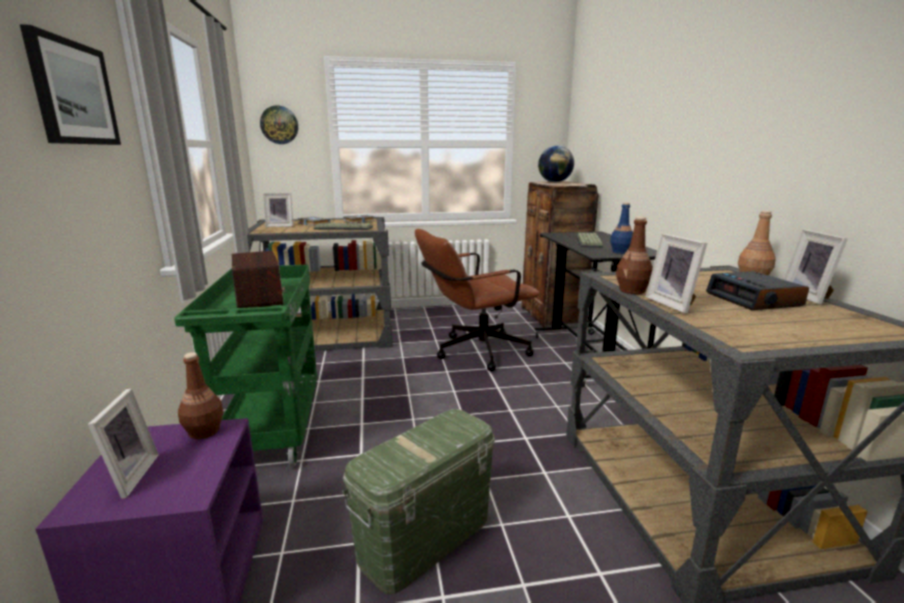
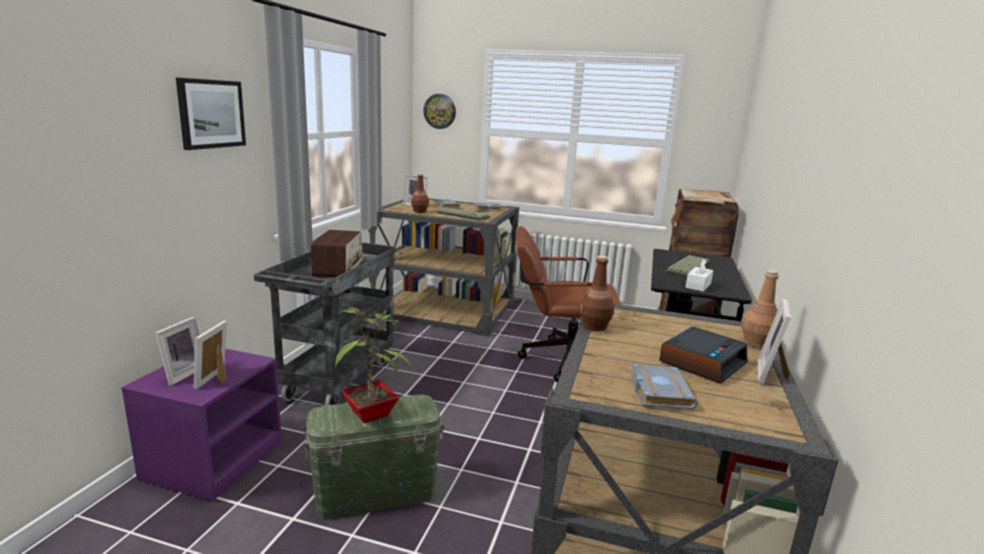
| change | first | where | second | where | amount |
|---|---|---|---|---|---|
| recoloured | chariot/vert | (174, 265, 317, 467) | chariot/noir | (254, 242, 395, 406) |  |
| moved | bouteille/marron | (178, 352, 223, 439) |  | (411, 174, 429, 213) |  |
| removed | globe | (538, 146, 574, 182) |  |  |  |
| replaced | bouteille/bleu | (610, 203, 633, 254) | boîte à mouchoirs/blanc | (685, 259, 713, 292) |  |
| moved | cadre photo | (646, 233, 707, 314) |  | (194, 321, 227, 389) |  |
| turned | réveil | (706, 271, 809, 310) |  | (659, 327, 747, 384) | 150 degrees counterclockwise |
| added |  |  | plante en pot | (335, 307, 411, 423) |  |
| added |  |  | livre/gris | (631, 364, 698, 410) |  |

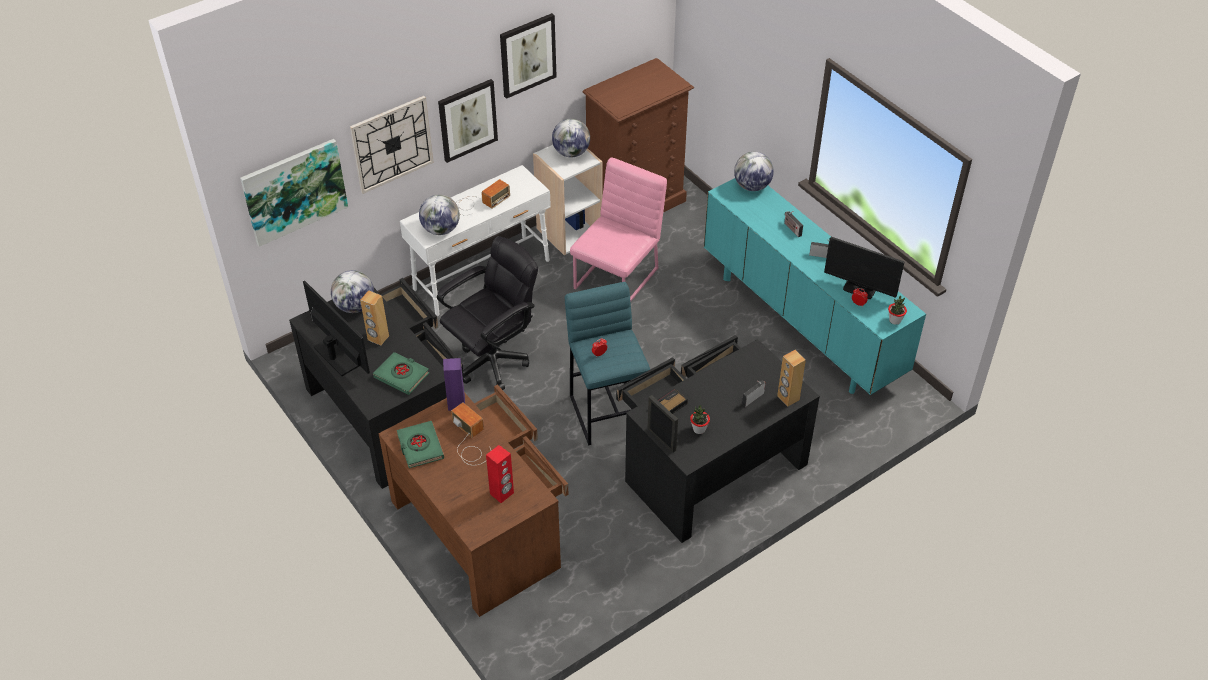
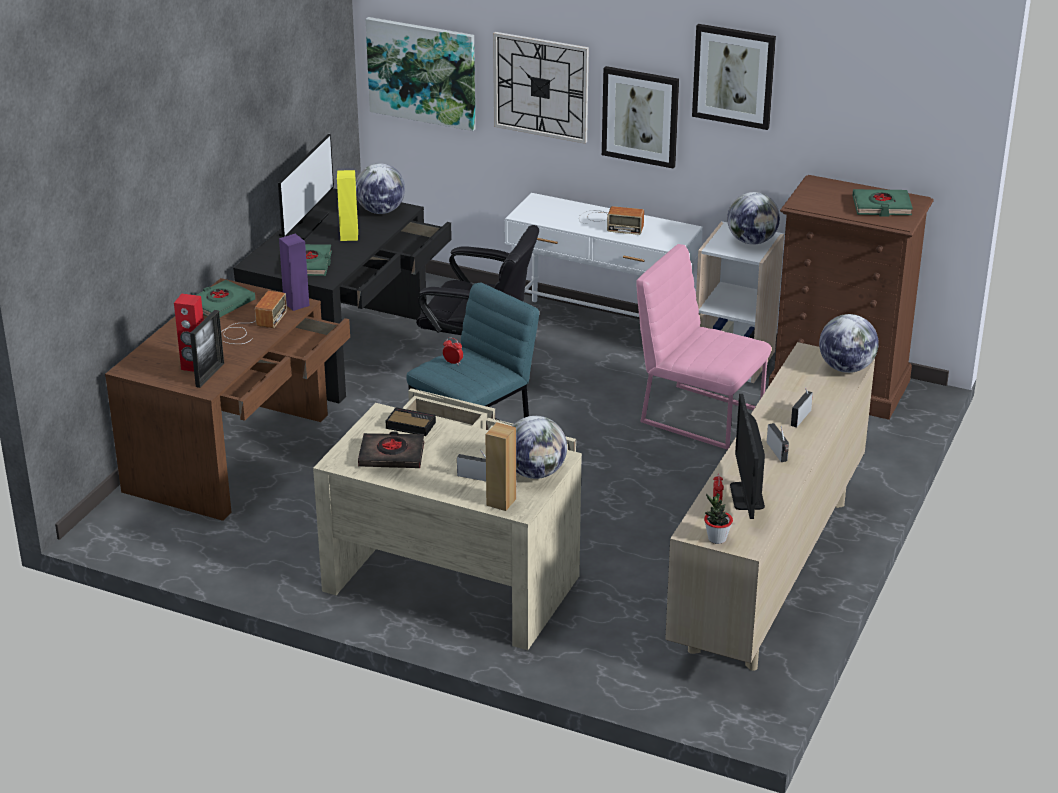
| change | first | where | second | where | amount |
|---|---|---|---|---|---|
| recoloured | enceinte/marron | (360, 290, 389, 345) | enceinte/jaune | (337, 170, 358, 241) |  |
| moved | globe | (419, 195, 460, 235) |  | (513, 416, 567, 479) |  |
| turned | chaise/rose | (570, 157, 667, 301) |  | (636, 244, 771, 450) | 150 degrees counterclockwise |
| recoloured | bureau/noir | (616, 335, 820, 543) | bureau/beige | (313, 388, 582, 650) |  |
| moved | cadre photo | (648, 395, 678, 453) |  | (190, 310, 224, 388) |  |
| replaced | plante en pot | (690, 405, 710, 434) | livre/noir | (358, 431, 424, 468) |  |
| recoloured | meuble de rangement/turquoise | (704, 178, 926, 395) | meuble de rangement/beige | (665, 342, 875, 671) |  |
| added |  |  | livre/vert | (852, 189, 913, 217) |  |

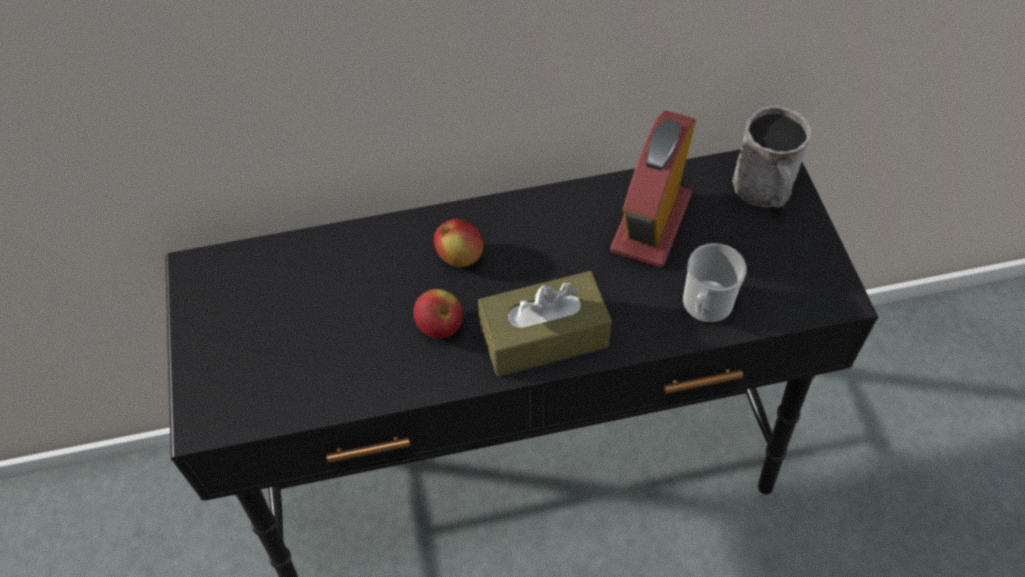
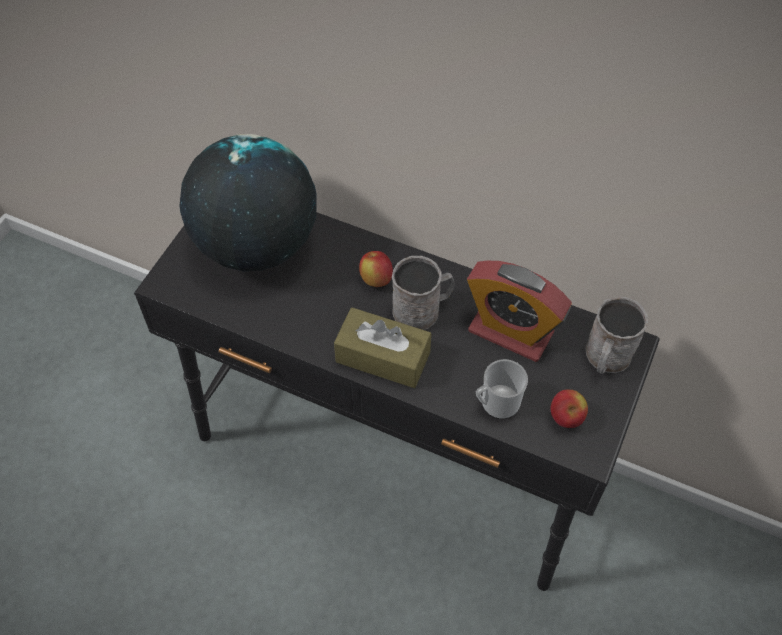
| change | first | where | second | where | amount |
|---|---|---|---|---|---|
| moved | pomme | (413, 289, 463, 339) |  | (550, 389, 588, 428) |  |
| turned | réveil | (610, 111, 696, 268) |  | (467, 261, 572, 362) | 120 degrees counterclockwise |
| added |  |  | globe | (179, 134, 316, 271) |  |
| added |  |  | mug/gris | (392, 256, 454, 330) |  |

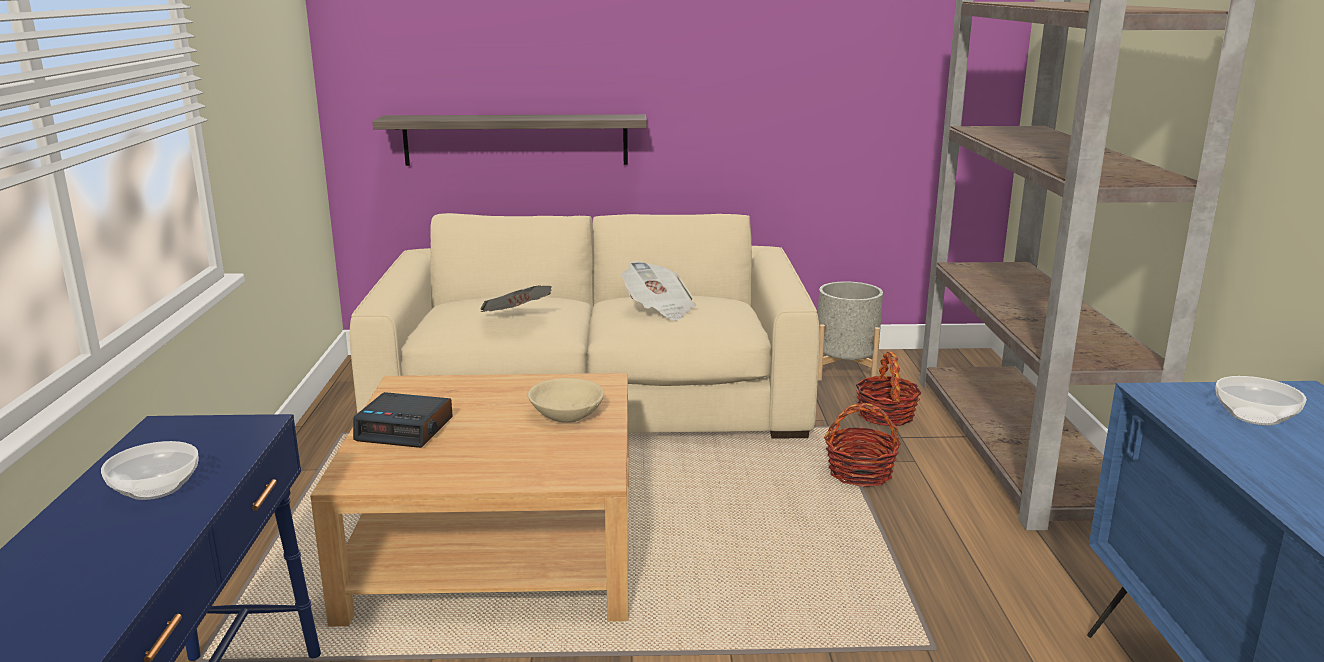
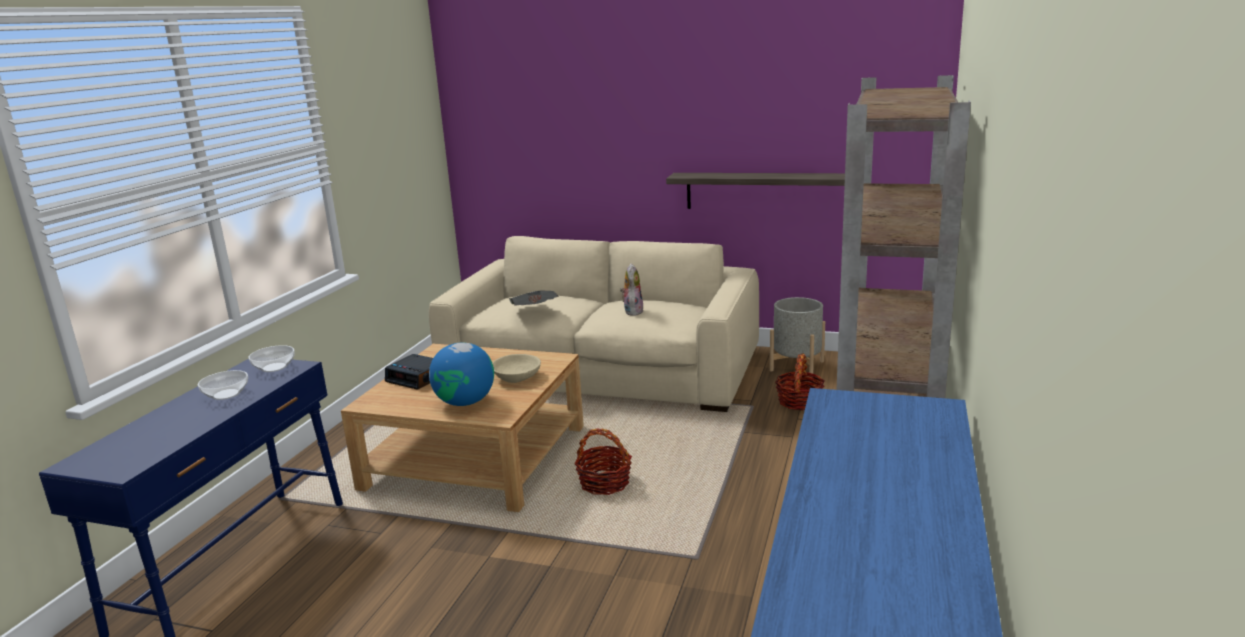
| change | first | where | second | where | amount |
|---|---|---|---|---|---|
| moved | étagère | (372, 114, 647, 166) |  | (666, 173, 845, 209) |  |
| replaced | journal | (622, 261, 696, 321) | peluche | (620, 263, 644, 316) |  |
| moved | panier | (824, 403, 901, 487) |  | (574, 428, 632, 495) |  |
| moved | bol | (1216, 376, 1307, 426) |  | (248, 345, 295, 372) |  |
| added |  |  | globe | (429, 343, 494, 406) |  |

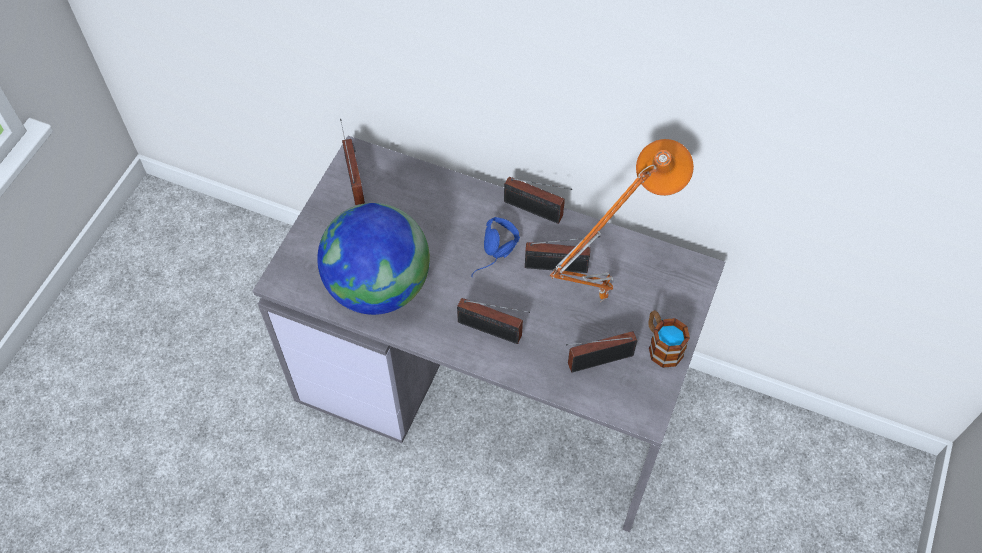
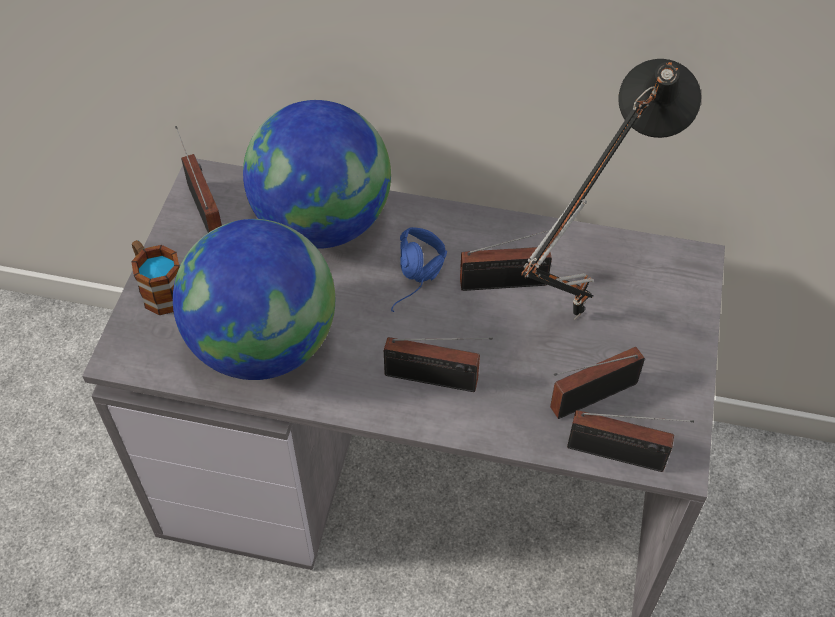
| change | first | where | second | where | amount |
|---|---|---|---|---|---|
| moved | radio | (504, 177, 572, 224) |  | (567, 410, 694, 472) |  |
| recoloured | lampe de table/orange | (550, 139, 694, 302) | lampe de table/noir | (521, 59, 701, 320) |  |
| moved | mug | (648, 310, 690, 368) |  | (131, 240, 180, 315) |  |
| added |  |  | globe | (243, 100, 391, 249) |  |

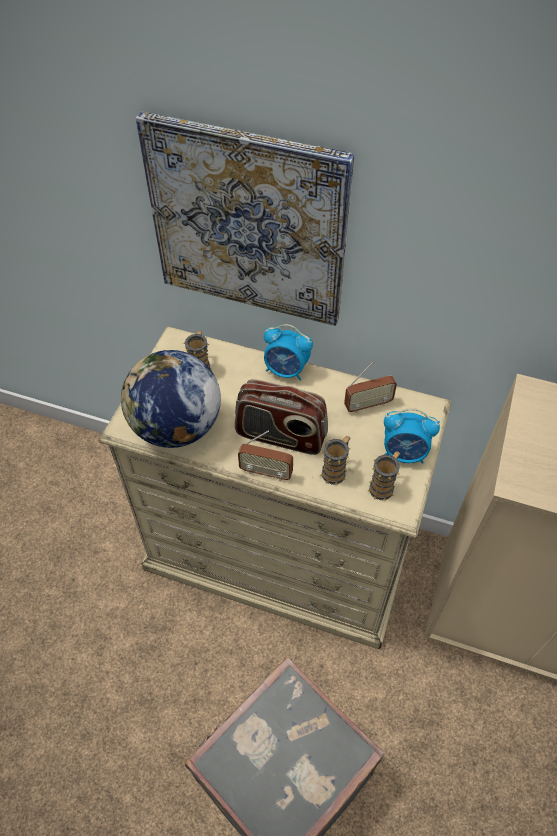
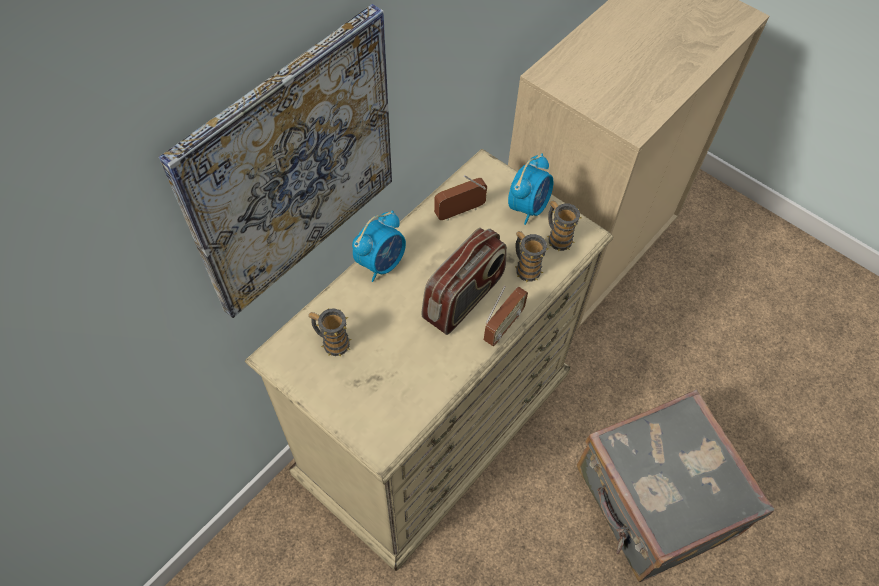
| change | first | where | second | where | amount |
|---|---|---|---|---|---|
| removed | globe | (121, 350, 221, 448) |  |  |  |
| turned | radio | (344, 361, 397, 413) |  | (434, 175, 487, 221) | 120 degrees counterclockwise |

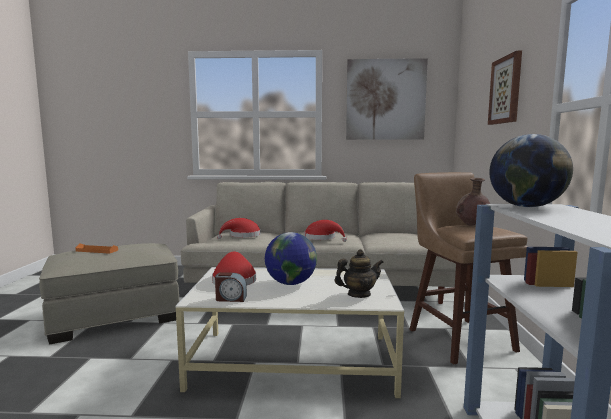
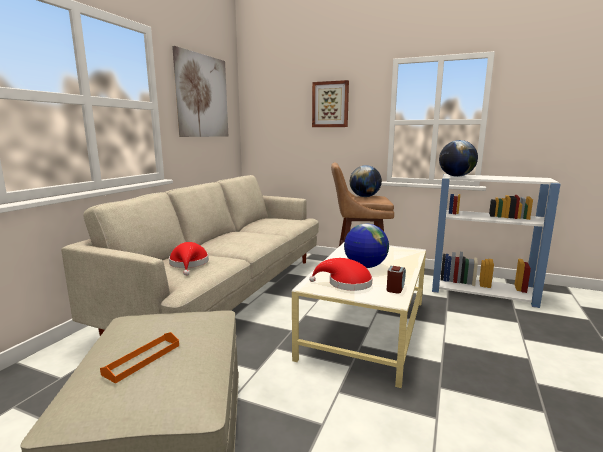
| change | first | where | second | where | amount |
|---|---|---|---|---|---|
| removed | chapeau/rouge | (304, 220, 347, 242) |  |  |  |
| removed | théière | (335, 249, 384, 298) |  |  |  |
| replaced | vase/marron | (456, 178, 490, 226) | globe | (350, 165, 382, 197) |  |

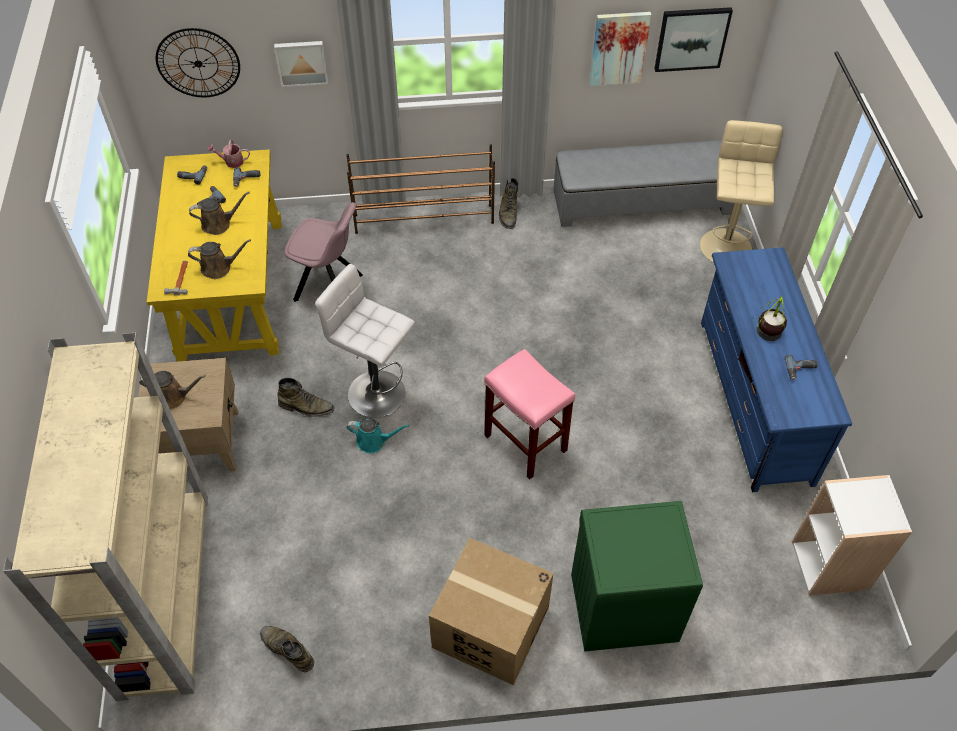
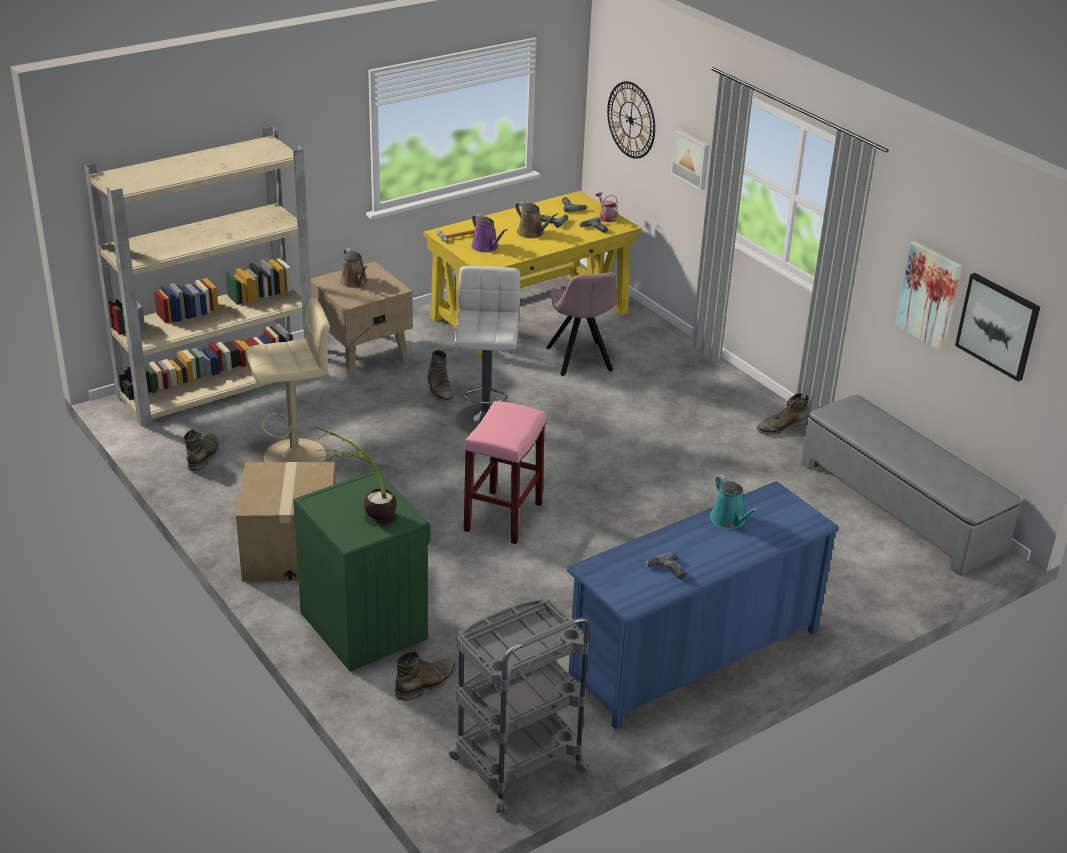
| change | first | where | second | where | amount |
|---|---|---|---|---|---|
| recoloured | arrosoir/marron | (188, 239, 251, 279) | arrosoir/violet | (471, 214, 507, 253) |  |
| removed | étagère à chaussures/marron | (346, 144, 495, 234) |  |  |  |
| moved | arrosoir/turquoise | (346, 418, 410, 453) |  | (710, 475, 759, 529) |  |
| moved | tabouret/beige | (700, 120, 783, 262) |  | (245, 297, 330, 462) |  |
| moved | plante en pot | (754, 296, 787, 341) |  | (315, 427, 397, 526) |  |
| replaced | bibliothèque | (792, 475, 912, 596) | chariot/gris | (449, 597, 590, 813) |  |
| added |  |  | botte/vert | (395, 650, 456, 701) |  |

